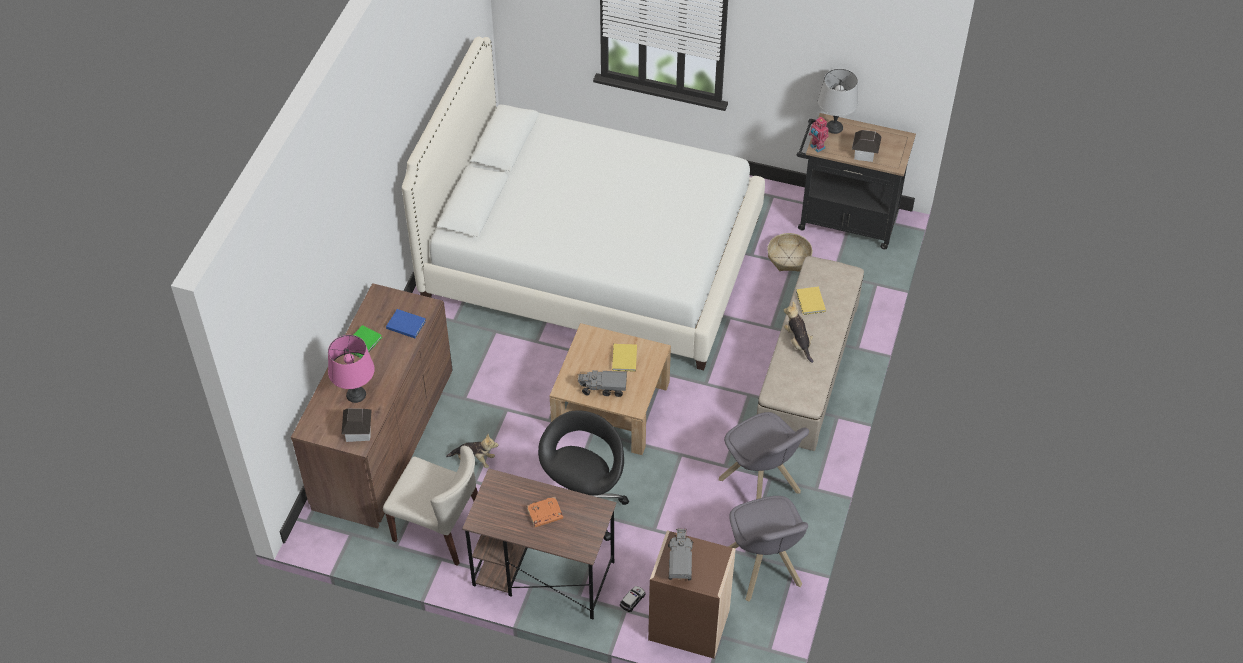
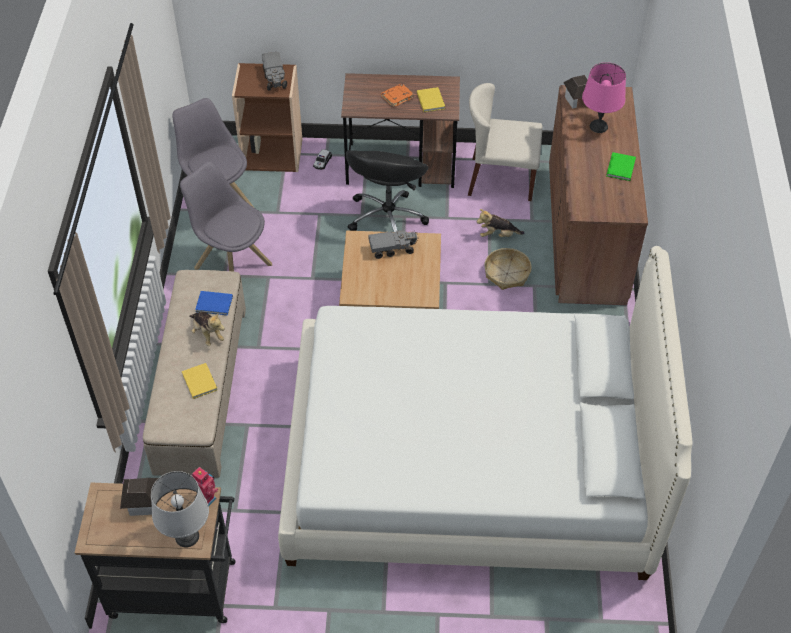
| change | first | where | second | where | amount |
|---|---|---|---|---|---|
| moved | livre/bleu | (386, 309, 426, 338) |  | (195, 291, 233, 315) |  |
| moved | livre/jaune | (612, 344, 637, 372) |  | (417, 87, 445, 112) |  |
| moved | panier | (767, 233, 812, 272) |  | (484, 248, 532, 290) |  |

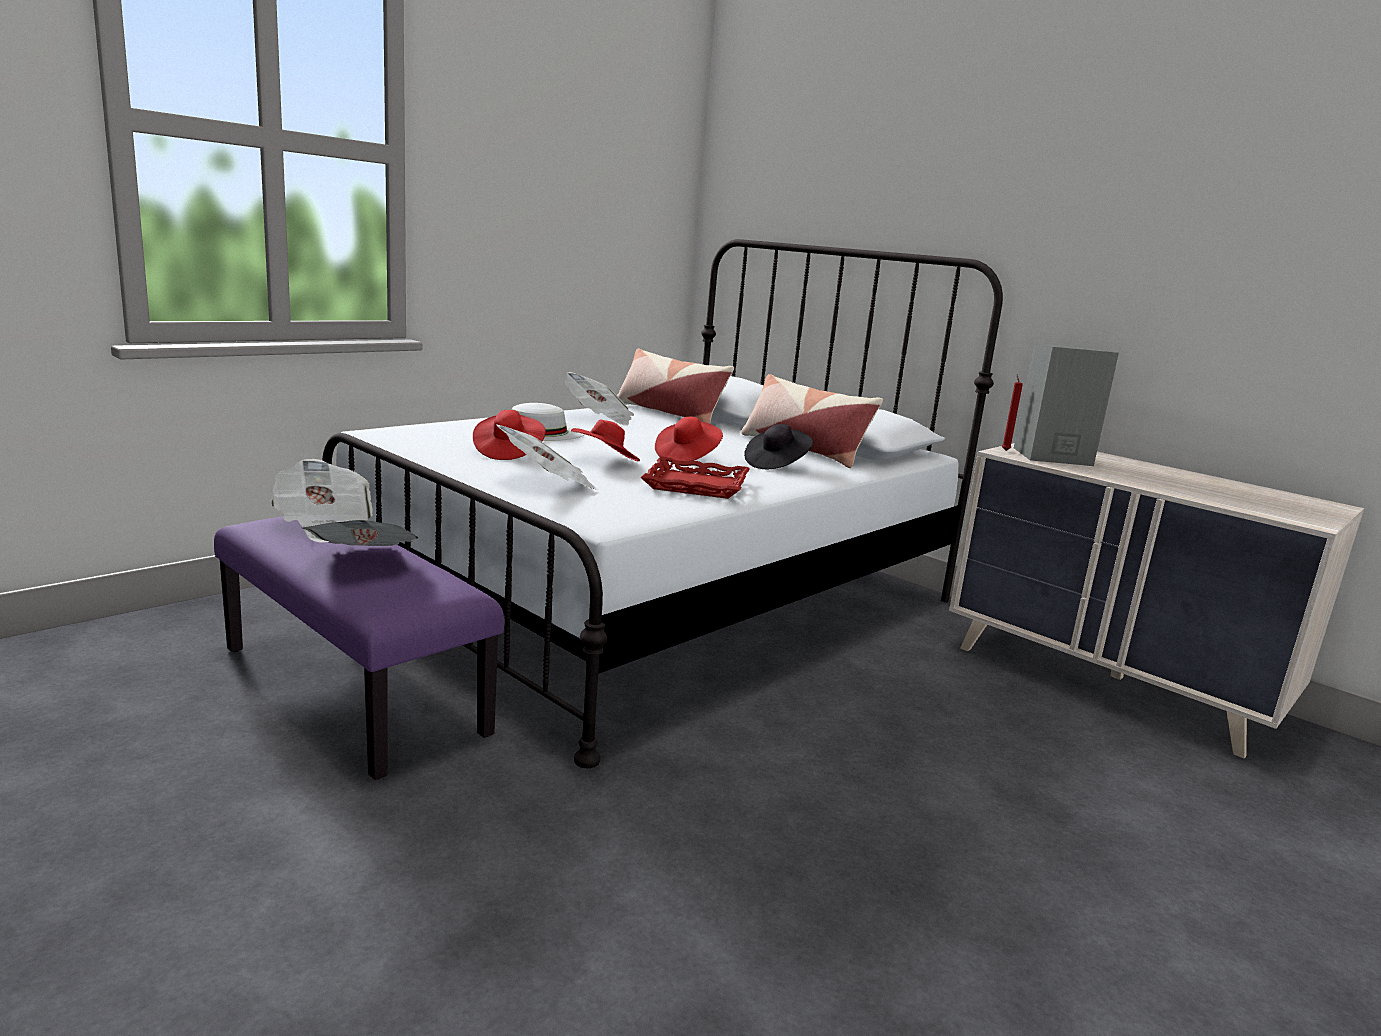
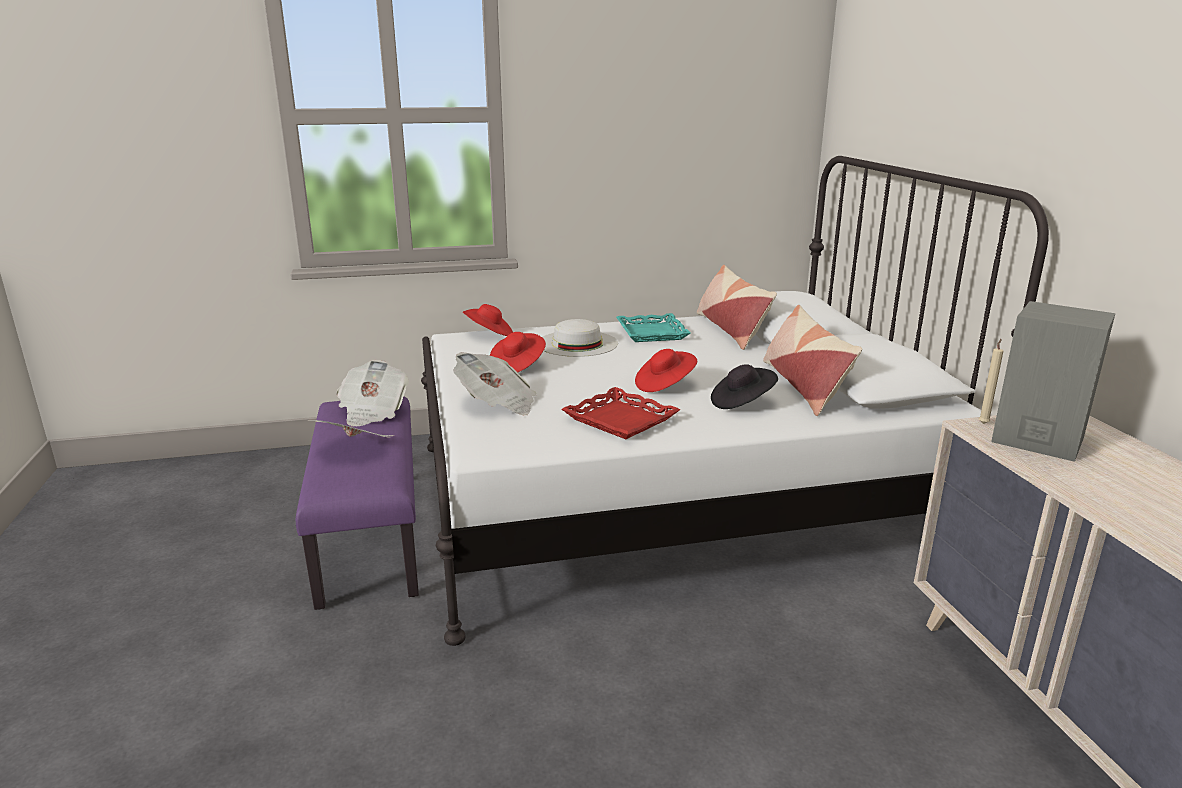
| change | first | where | second | where | amount |
|---|---|---|---|---|---|
| replaced | journal | (564, 372, 634, 426) | plateau/turquoise | (616, 313, 691, 342) |  |
| moved | chapeau/rouge | (571, 419, 640, 461) |  | (463, 304, 513, 336) |  |
| recoloured | bougie/rouge | (1002, 374, 1023, 451) | bougie/beige | (979, 339, 1003, 424) |  |

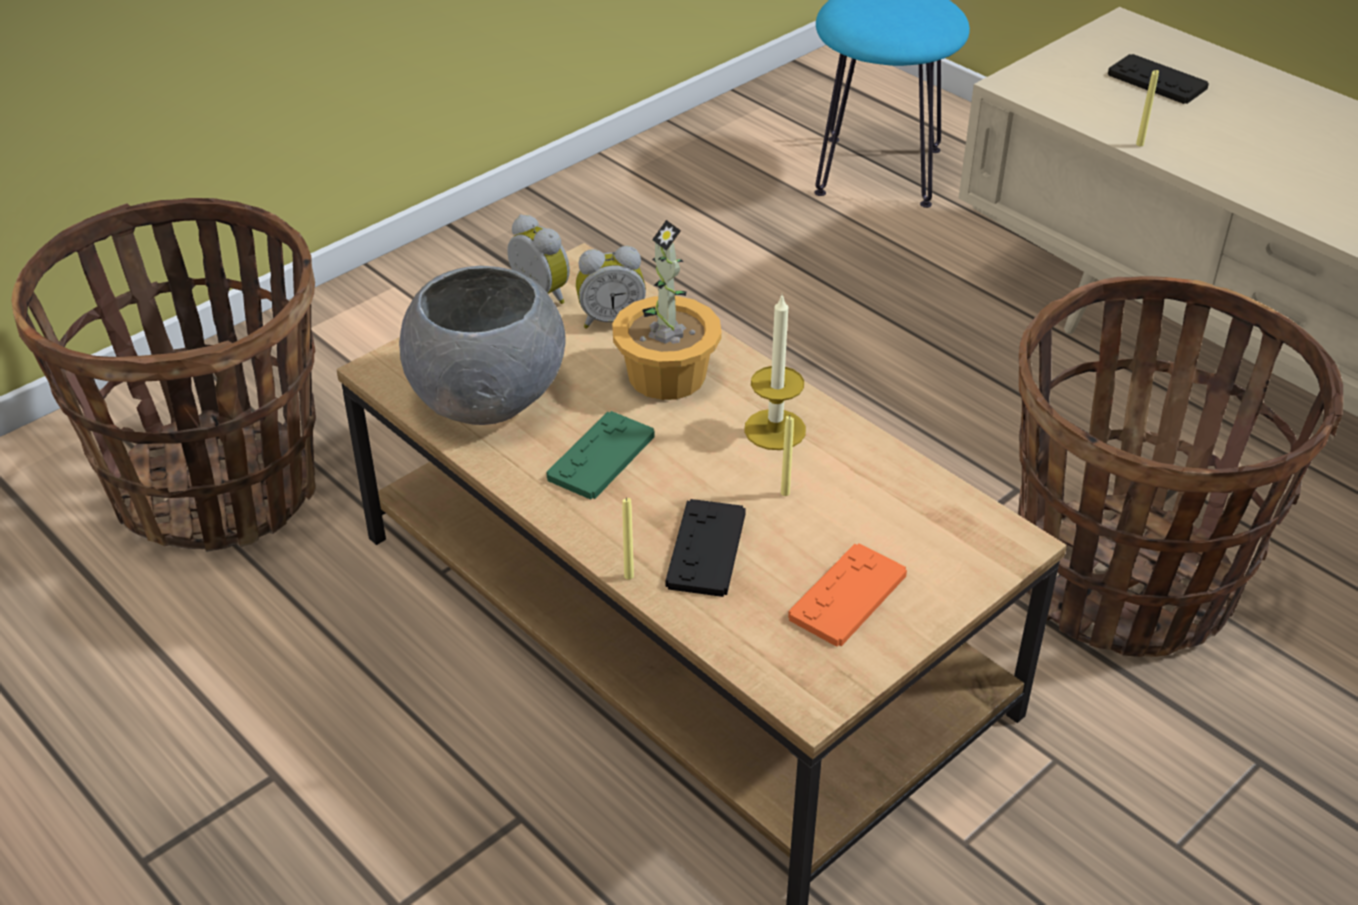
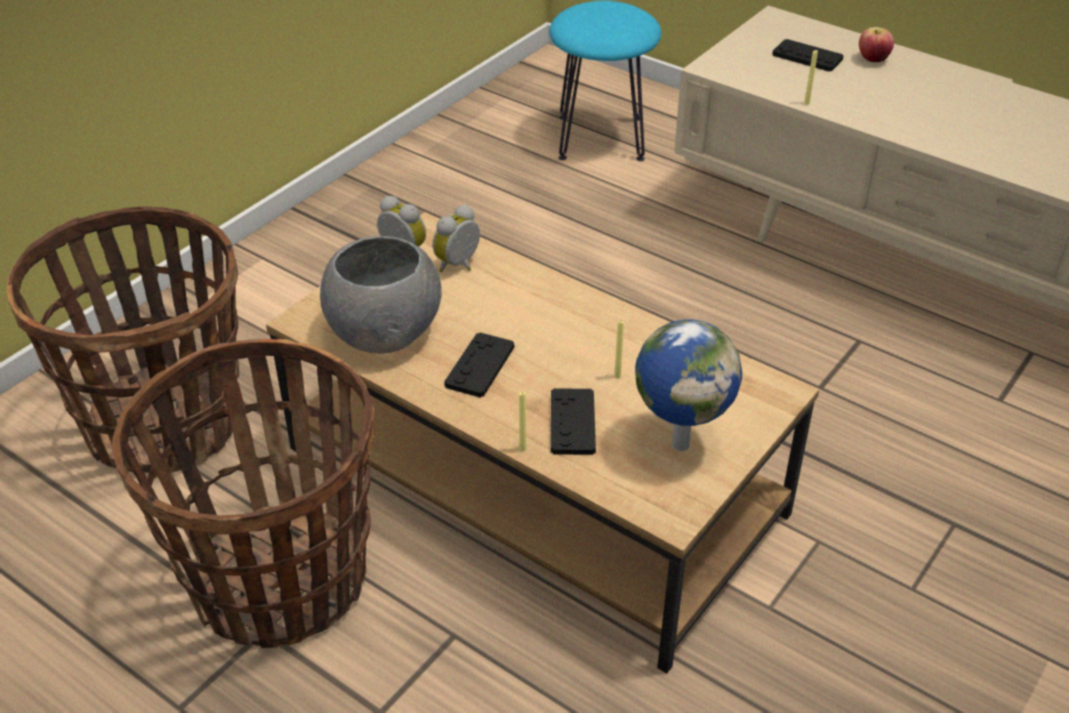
| change | first | where | second | where | amount |
|---|---|---|---|---|---|
| recoloured | manette/vert | (546, 411, 655, 500) | manette/noir | (444, 332, 514, 398) |  |
| turned | réveil | (576, 246, 646, 329) |  | (433, 205, 480, 272) | 150 degrees clockwise |
| removed | plante en pot | (612, 220, 722, 400) |  |  |  |
| removed | bougie | (744, 296, 806, 450) |  |  |  |
| replaced | manette/orange | (788, 543, 907, 647) | globe | (635, 320, 742, 451) |  |
| moved | panier | (1018, 276, 1343, 657) |  | (112, 339, 375, 648) |  |
| added |  |  | pomme | (859, 27, 894, 62) |  |

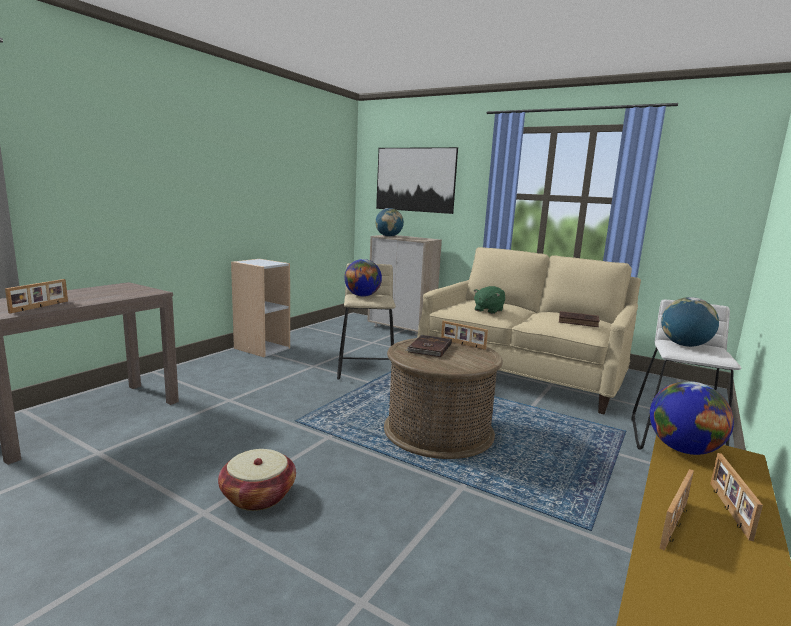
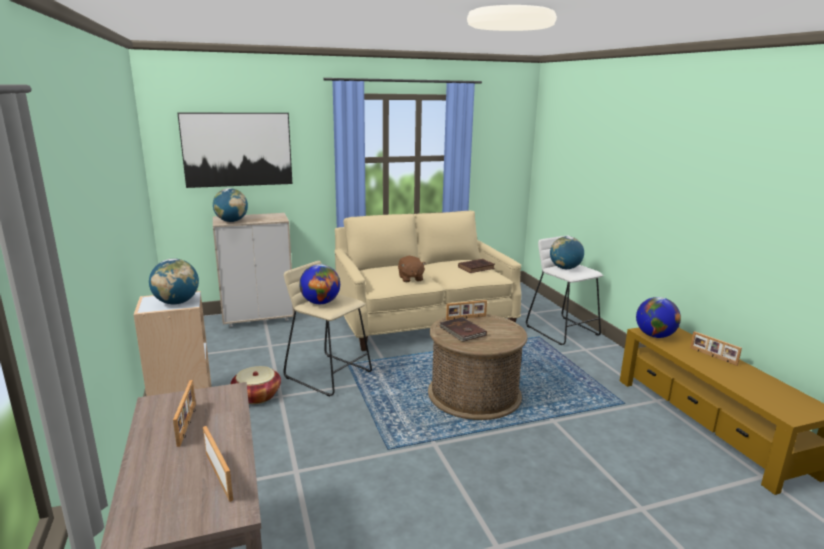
| change | first | where | second | where | amount |
|---|---|---|---|---|---|
| moved | panier | (218, 449, 296, 511) |  | (231, 366, 281, 404) |  |
| recoloured | peluche/vert | (474, 286, 505, 314) | peluche/marron | (398, 256, 426, 282) |  |
| moved | cadre photo | (660, 469, 694, 551) |  | (173, 380, 196, 447) |  |
| added |  |  | globe | (149, 259, 199, 305) |  |

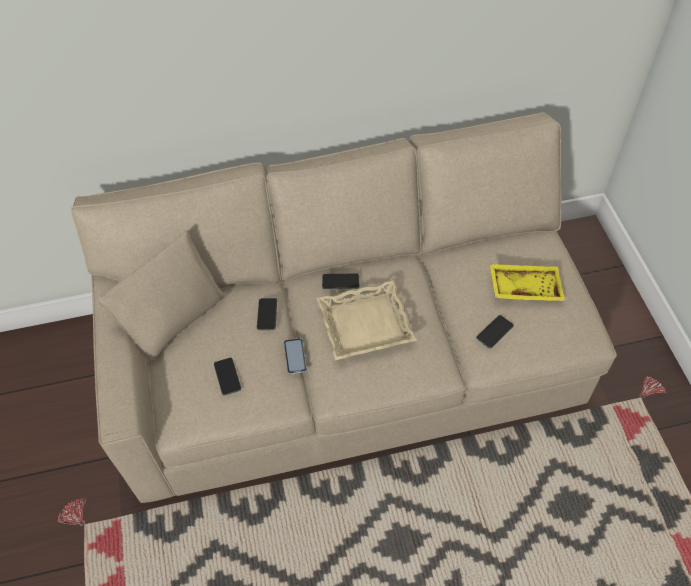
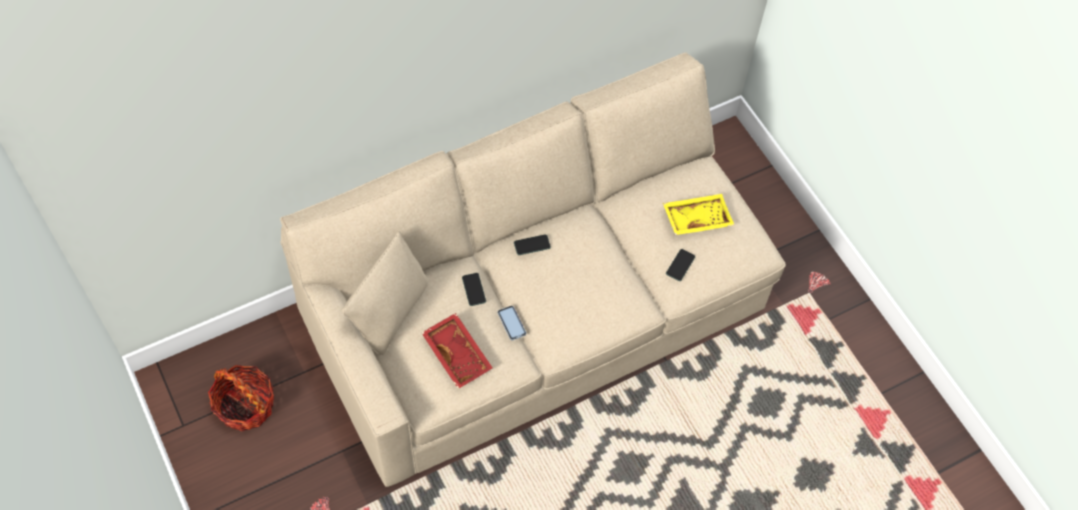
| change | first | where | second | where | amount |
|---|---|---|---|---|---|
| replaced | téléphone | (214, 358, 241, 396) | plateau/rouge | (422, 313, 492, 389) |  |
| removed | plateau/beige | (317, 280, 417, 360) |  |  |  |
| added |  |  | panier | (208, 365, 274, 431) |  |

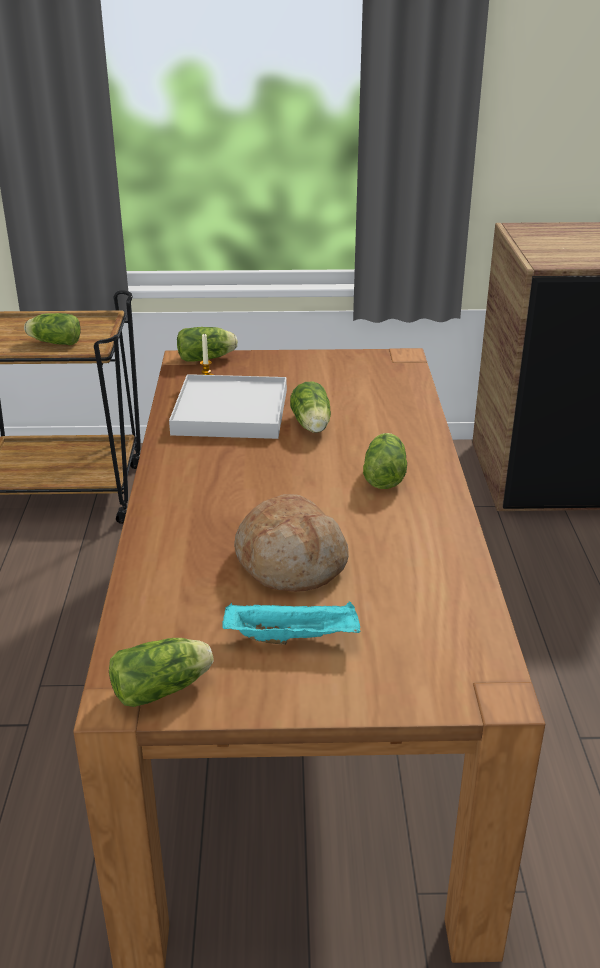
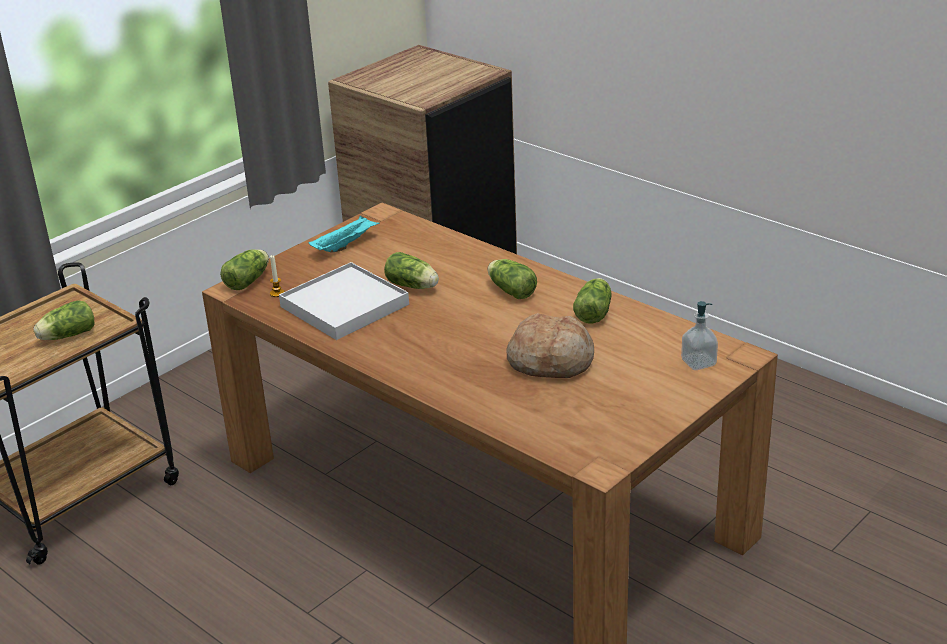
| change | first | where | second | where | amount |
|---|---|---|---|---|---|
| moved | laitue | (109, 638, 214, 707) |  | (573, 278, 612, 324) |  |
| moved | plateau/turquoise | (222, 601, 360, 645) |  | (309, 216, 380, 252) |  |
| added |  |  | distributeur de savon | (681, 301, 718, 370) |  |

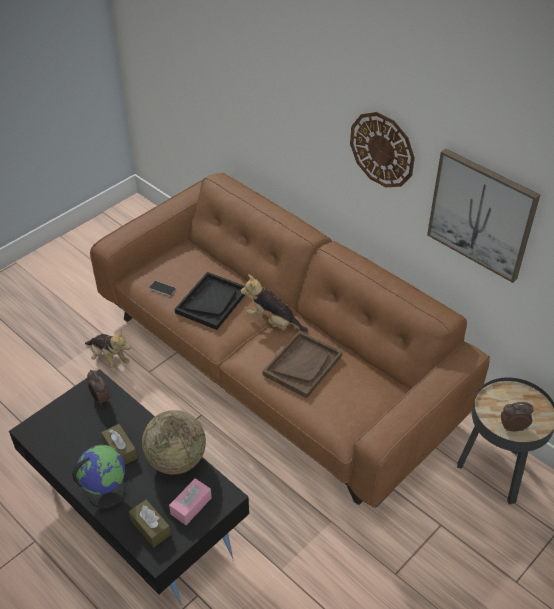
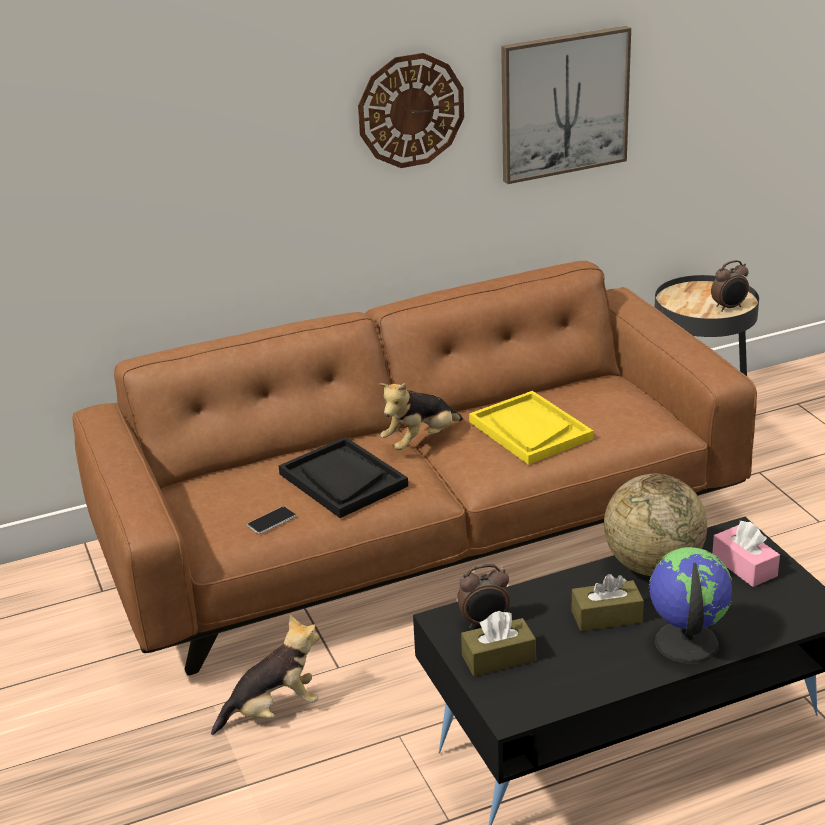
| change | first | where | second | where | amount |
|---|---|---|---|---|---|
| moved | boîte à mouchoirs/marron | (129, 499, 171, 547) |  | (461, 611, 536, 676) |  |
| recoloured | plateau/marron | (263, 331, 342, 398) | plateau/jaune | (469, 391, 594, 465) |  |
| turned | réveil | (501, 402, 534, 431) |  | (711, 260, 749, 312) | 135 degrees counterclockwise |

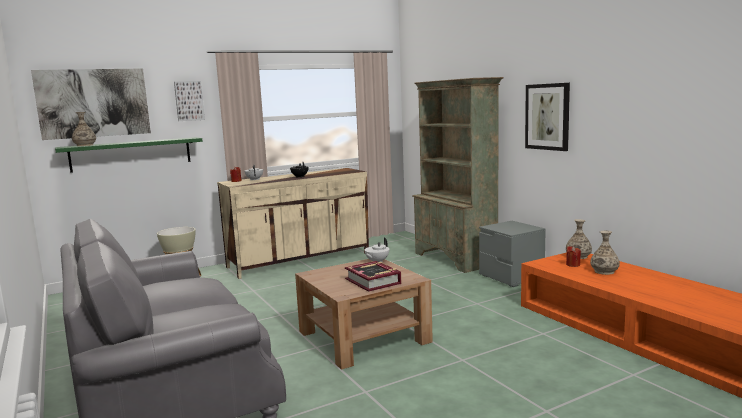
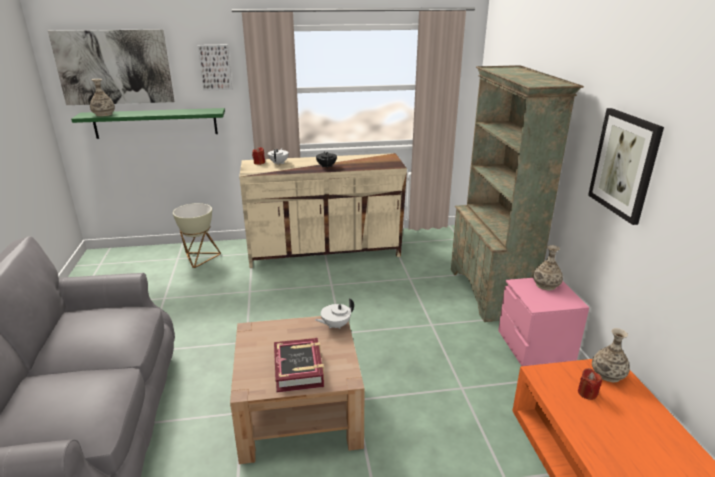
| change | first | where | second | where | amount |
|---|---|---|---|---|---|
| recoloured | table de chevet/gris | (479, 221, 546, 287) | table de chevet/rose | (498, 278, 589, 366) |  |
| moved | vase | (590, 231, 620, 275) |  | (533, 245, 563, 290) |  |

